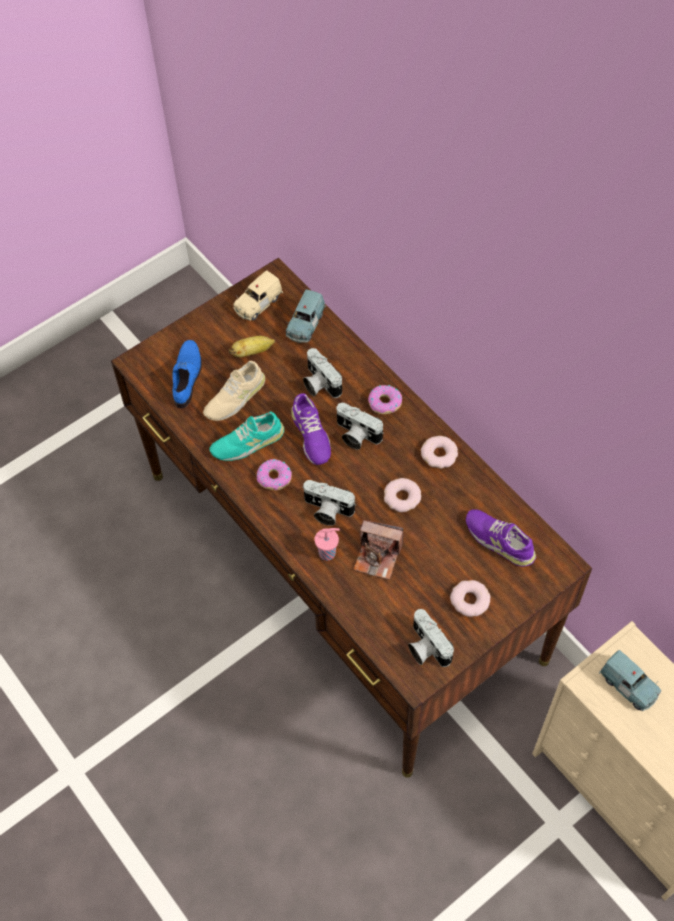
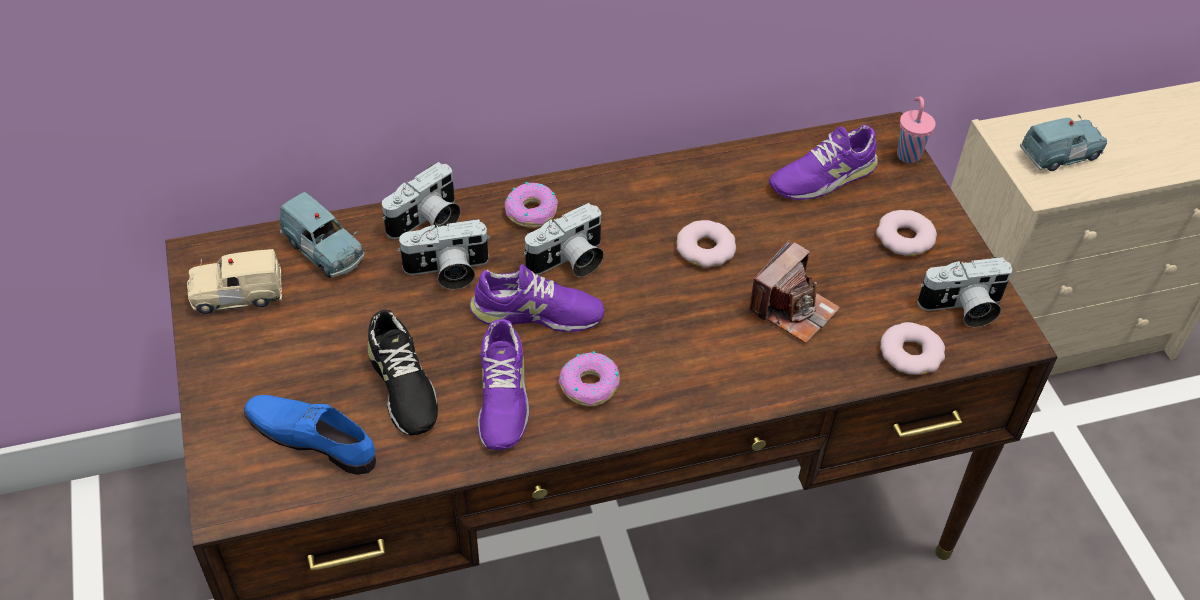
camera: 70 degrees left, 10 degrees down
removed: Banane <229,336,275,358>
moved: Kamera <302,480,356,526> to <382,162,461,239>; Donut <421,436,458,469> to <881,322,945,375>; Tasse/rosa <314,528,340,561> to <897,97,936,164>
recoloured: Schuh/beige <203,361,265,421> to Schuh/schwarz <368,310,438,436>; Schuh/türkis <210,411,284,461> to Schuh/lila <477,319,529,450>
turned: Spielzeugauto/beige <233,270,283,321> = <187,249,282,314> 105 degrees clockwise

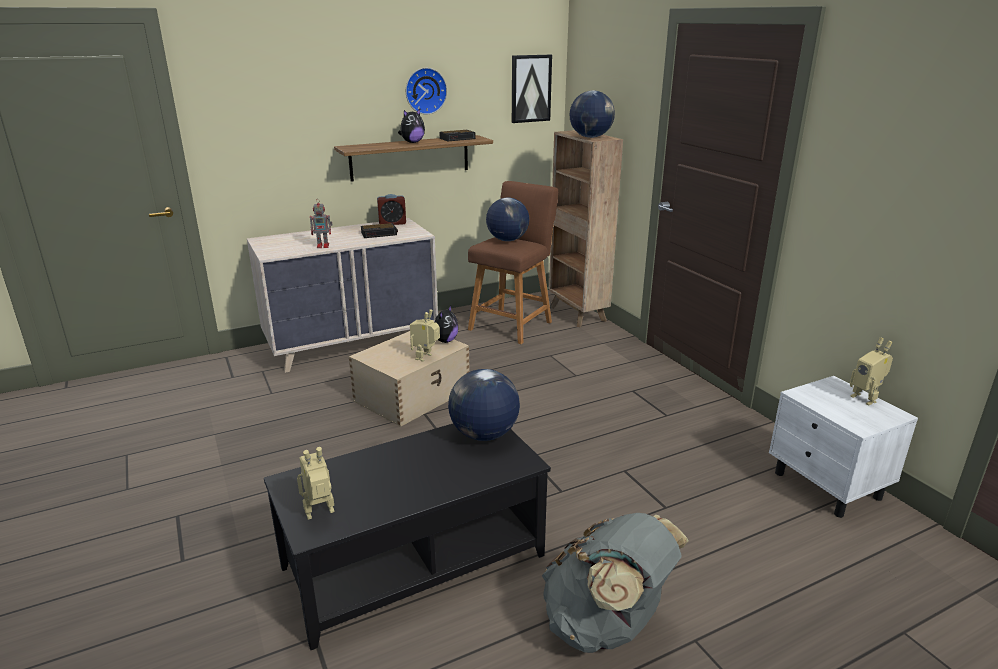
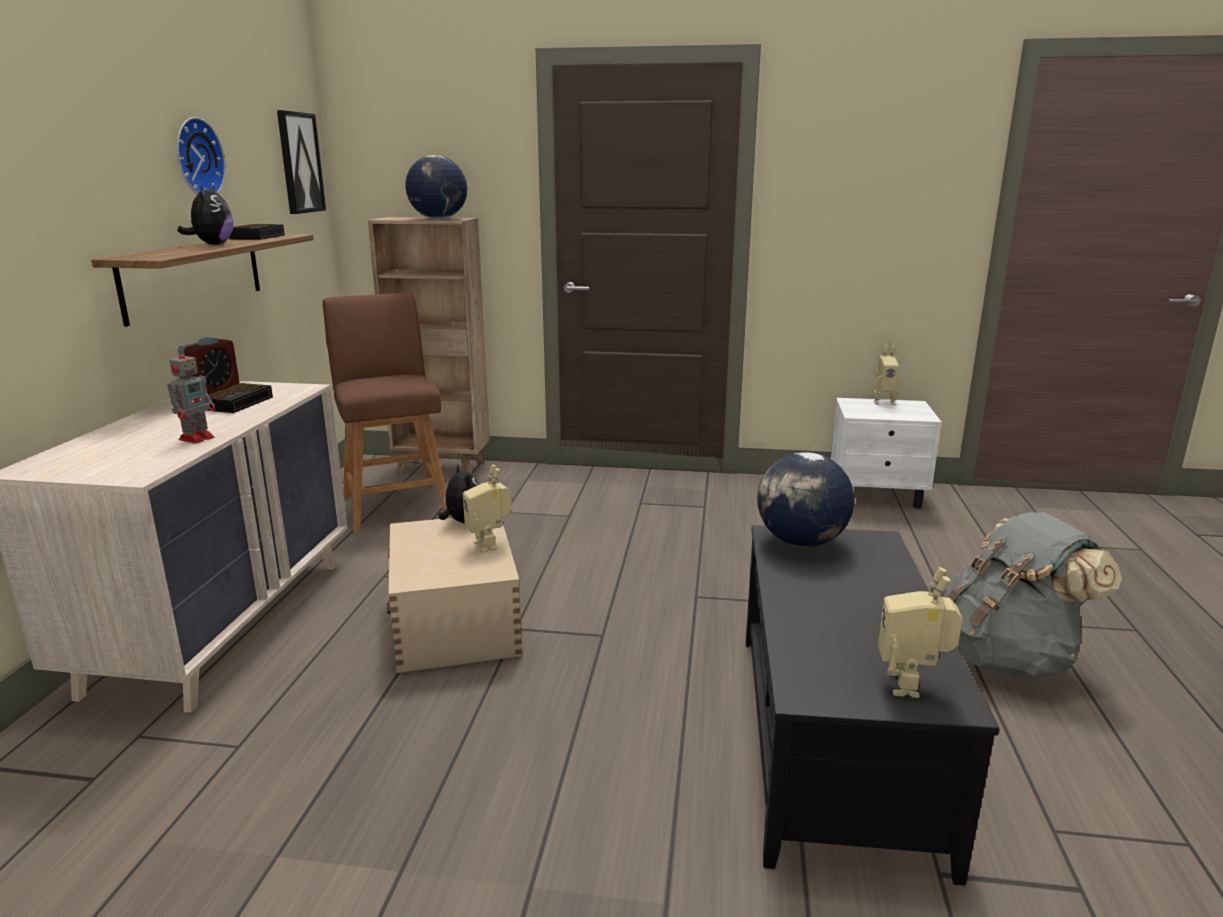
camera: 55 degrees left, 5 degrees down
removed: Globus <486,197,529,241>

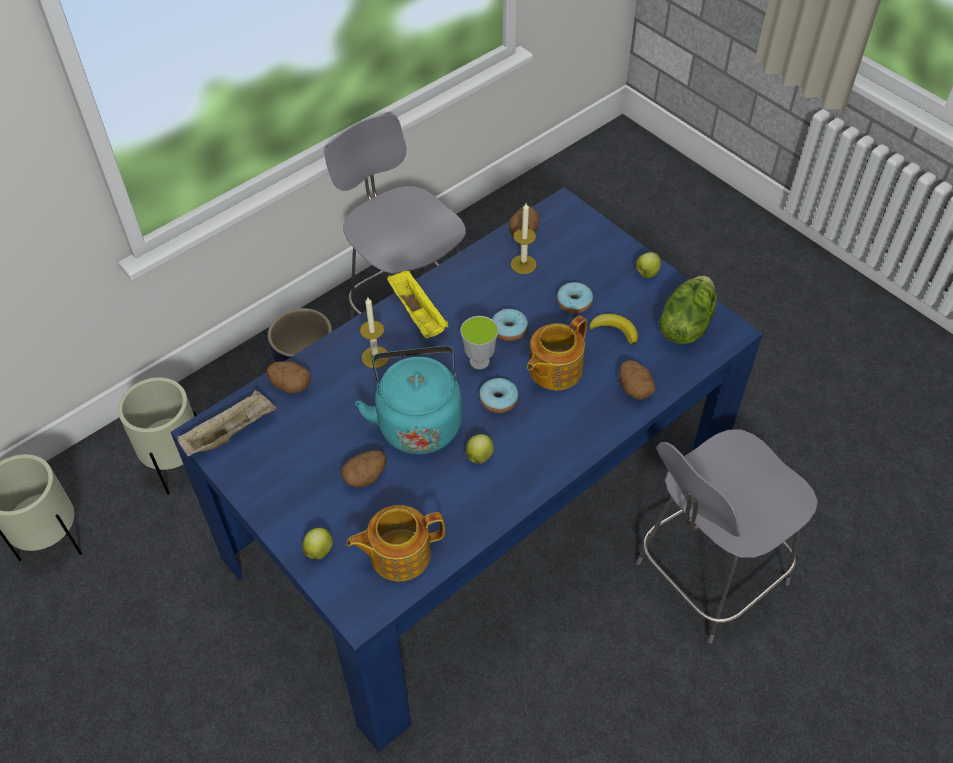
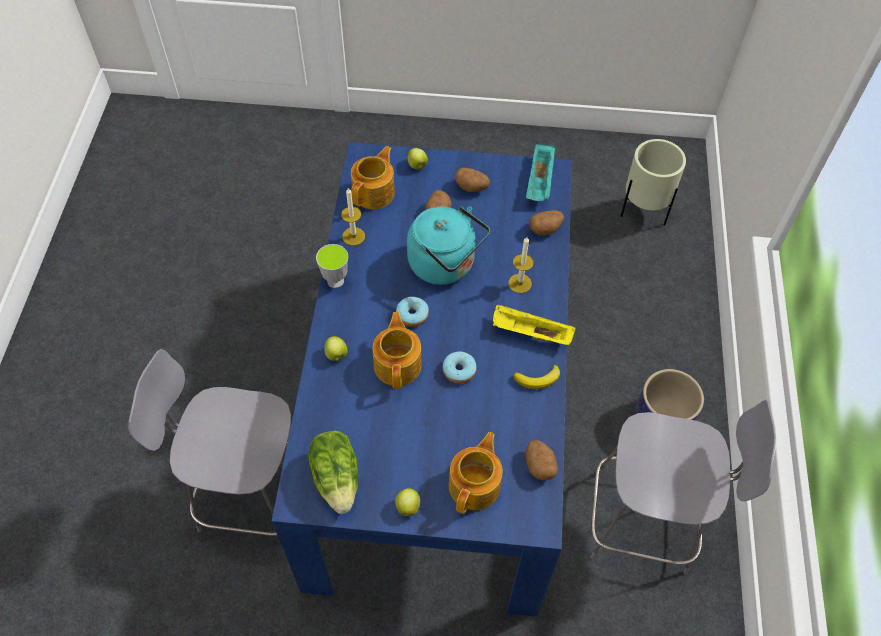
camera: 135 degrees right, 5 degrees up
removed: Pflanzkübel/beige <118,377,197,495>; Donut <557,282,593,314>
added: Teekanne <449,432,503,514>
moved: Tasse <460,316,498,369> to <316,244,348,288>; Apfel <466,434,494,464> to <324,336,348,361>; Kerze <511,203,537,274> to <341,188,365,246>; Kartoffel <619,360,656,400> to <455,168,490,192>; Banane <589,314,638,345> to <514,365,560,389>
recoloured: Tablett/beige <177,390,276,456> to Tablett/türkis <526,143,555,201>
turned: Stuhl/grau <636,429,818,644> = <128,349,291,536> 90 degrees counterclockwise

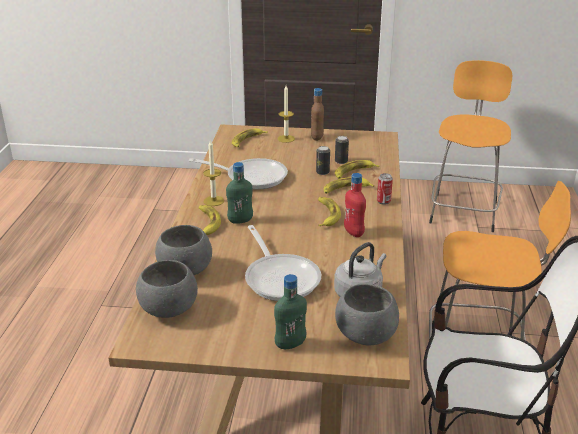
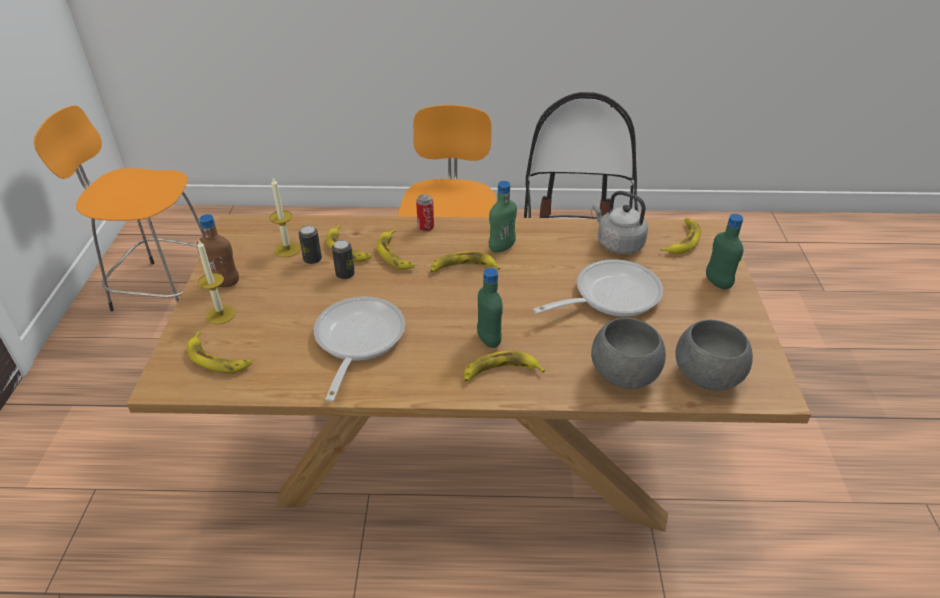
camera: 95 degrees left, 10 degrees up
moved: Kerze <203,139,224,206> to <269,178,300,257>
replaced: Schüssel/grau <335,284,399,345> to Banane <660,218,701,254>
recoloured: Flasche/rot <344,173,366,237> to Flasche/grün <488,181,517,253>

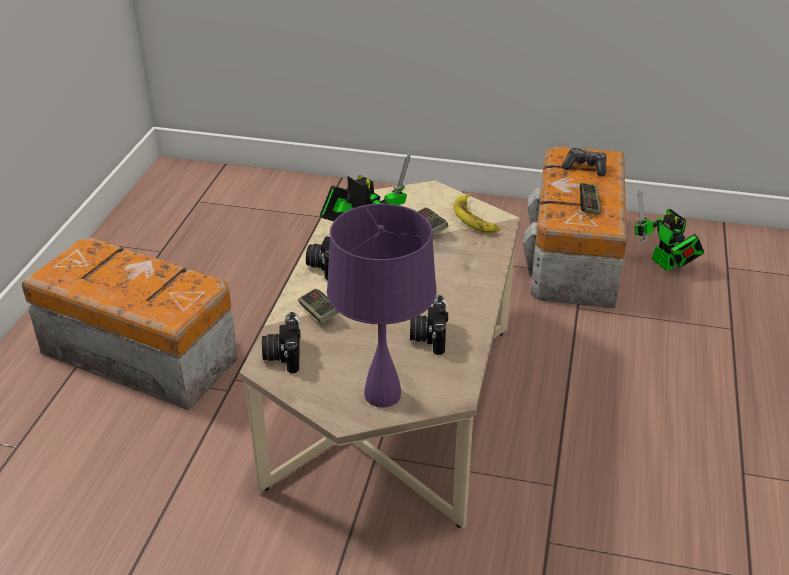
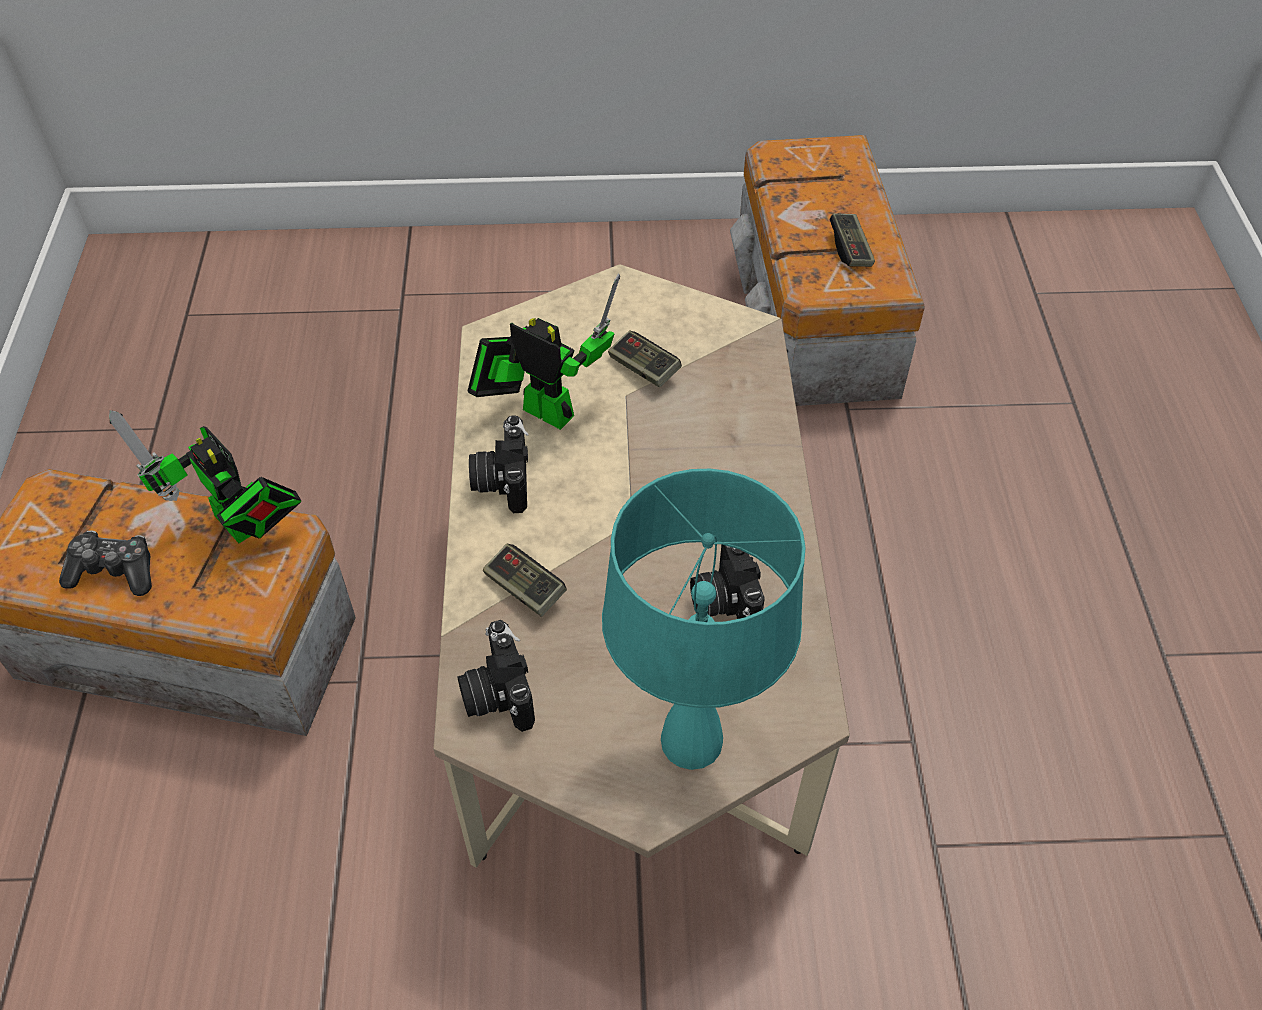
camera: 15 degrees left, 15 degrees up
removed: Banane <454,194,500,233>
moved: Gamepad <562,148,607,176> to <59,530,152,596>; Spielzeugroboter <635,190,704,271> to <109,410,302,543>
recoloured: Tischlampe/lila <327,204,437,408> to Tischlampe/türkis <602,469,806,770>

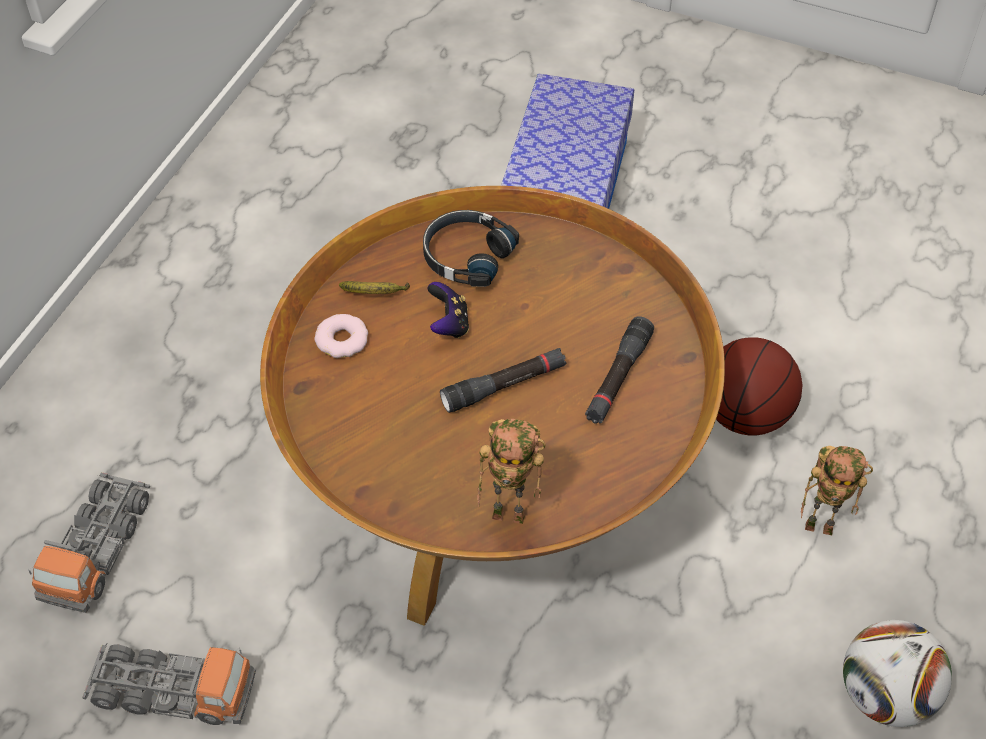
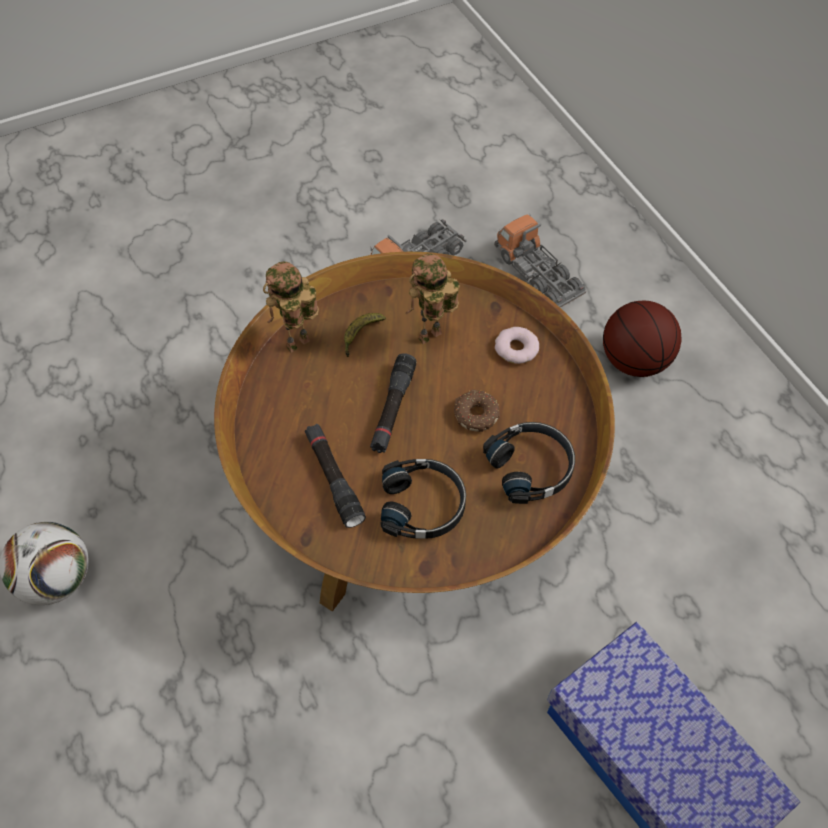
camera: 130 degrees right, 5 degrees up
added: Kopfhörer/schwarz <380,459,466,539>
moved: Banane <339,281,410,294> to <344,313,386,357>; Spielzeugroboter <801,446,873,535> to <406,253,460,344>; Basketball <716,338,803,435> to <603,300,682,377>
replaced: Gamepad <427,282,469,338> to Donut <454,390,500,432>

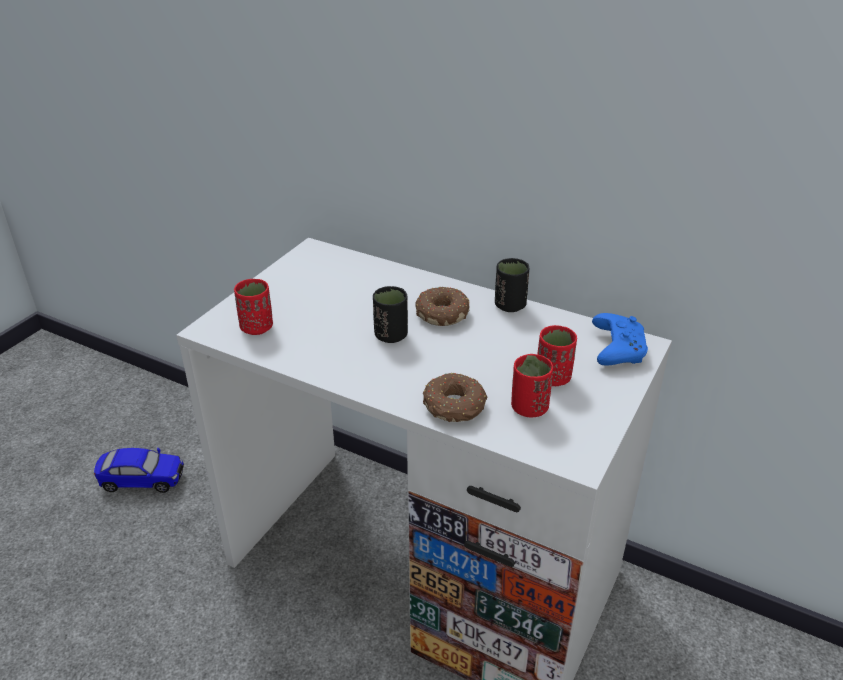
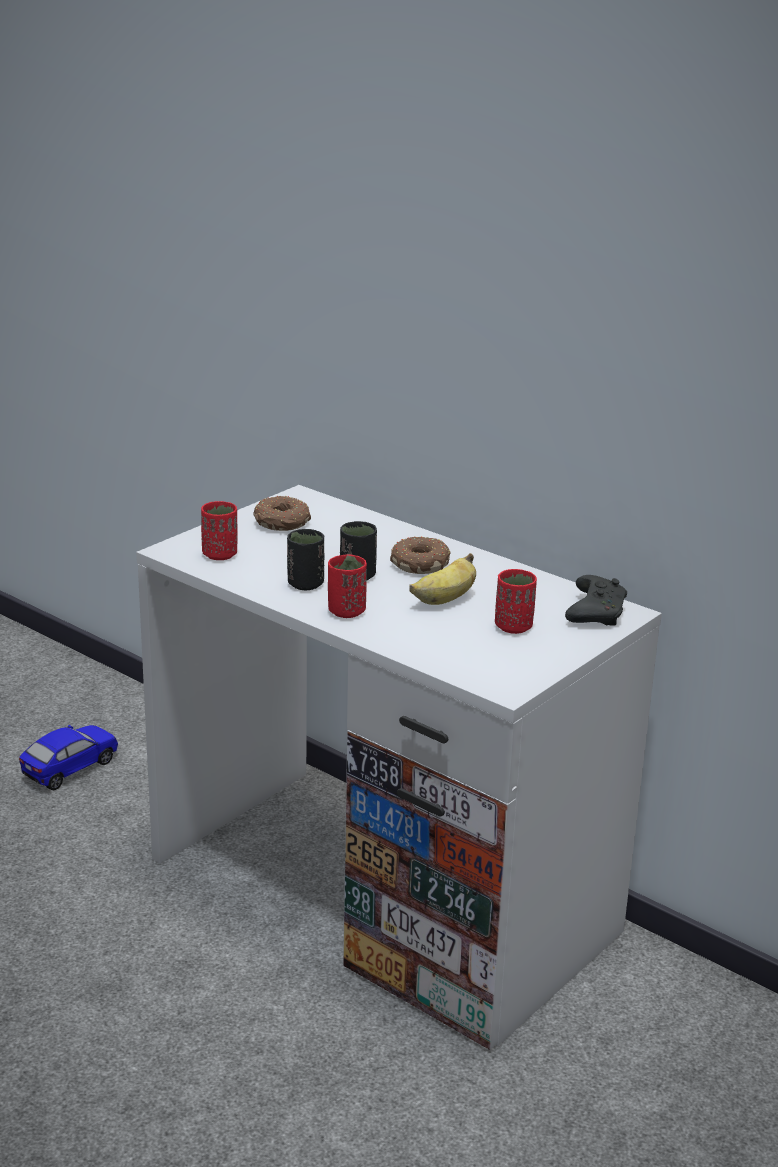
camera: 10 degrees right, 10 degrees down
added: Banane <409,553,476,605>
moved: Donut <423,373,487,422> to <253,496,311,531>; Tasse/schwarz <495,258,530,312> to <287,529,324,590>; Tasse/rot <511,354,553,418> to <328,555,367,618>
recoloured: Gamepad/blau <592,313,648,366> to Gamepad/schwarz <565,575,627,626>
turned: Spielzeugauto <94,448,184,493> = <19,725,118,790> 60 degrees counterclockwise

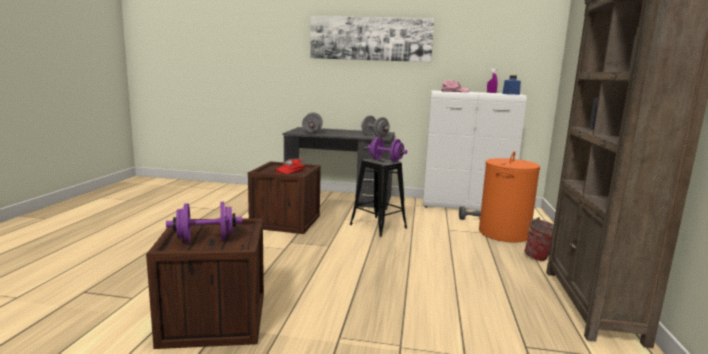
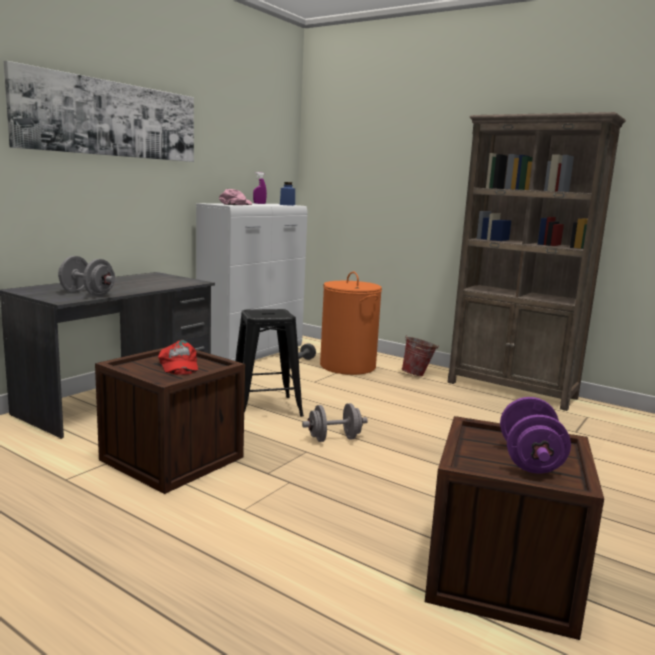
camera: 65 degrees left, 0 degrees up
removed: Hantel/lila <367,137,407,162>
moved: Hantel/grau <361,116,390,137> to <302,403,368,442>

